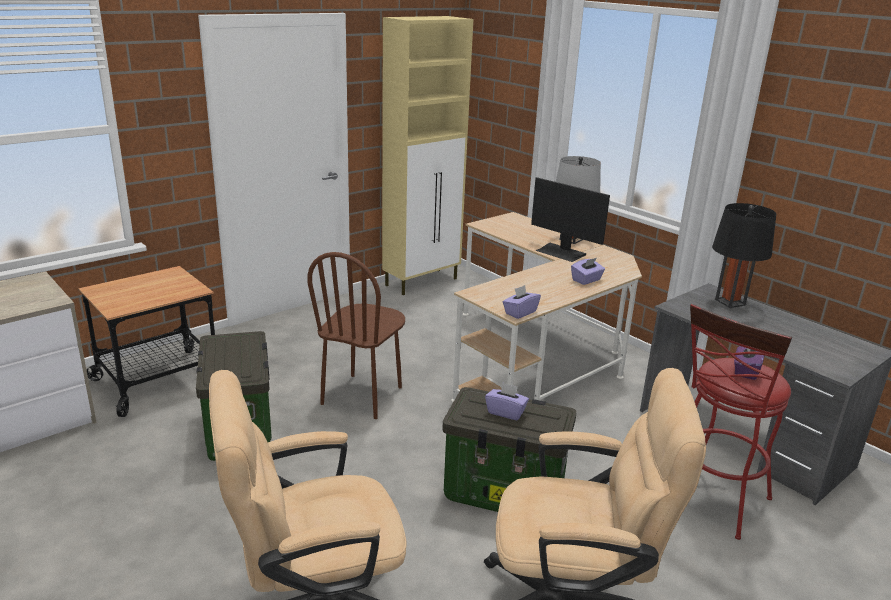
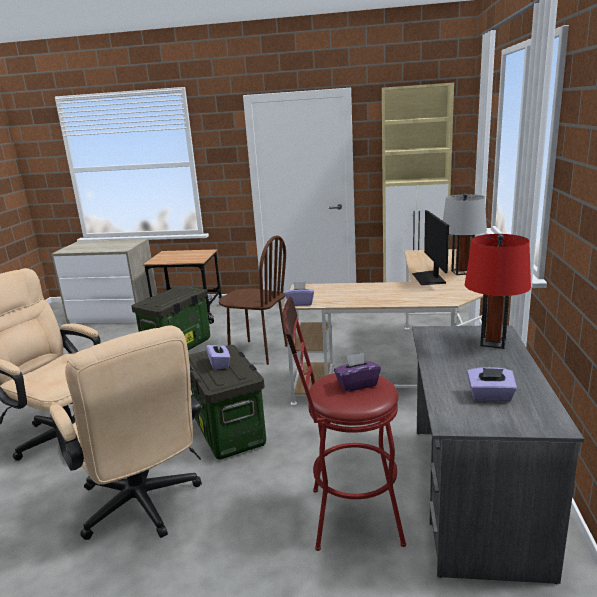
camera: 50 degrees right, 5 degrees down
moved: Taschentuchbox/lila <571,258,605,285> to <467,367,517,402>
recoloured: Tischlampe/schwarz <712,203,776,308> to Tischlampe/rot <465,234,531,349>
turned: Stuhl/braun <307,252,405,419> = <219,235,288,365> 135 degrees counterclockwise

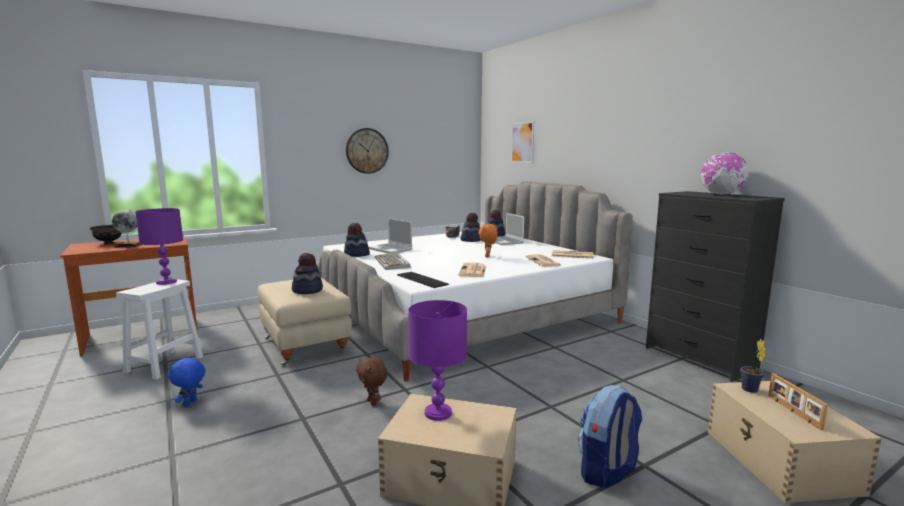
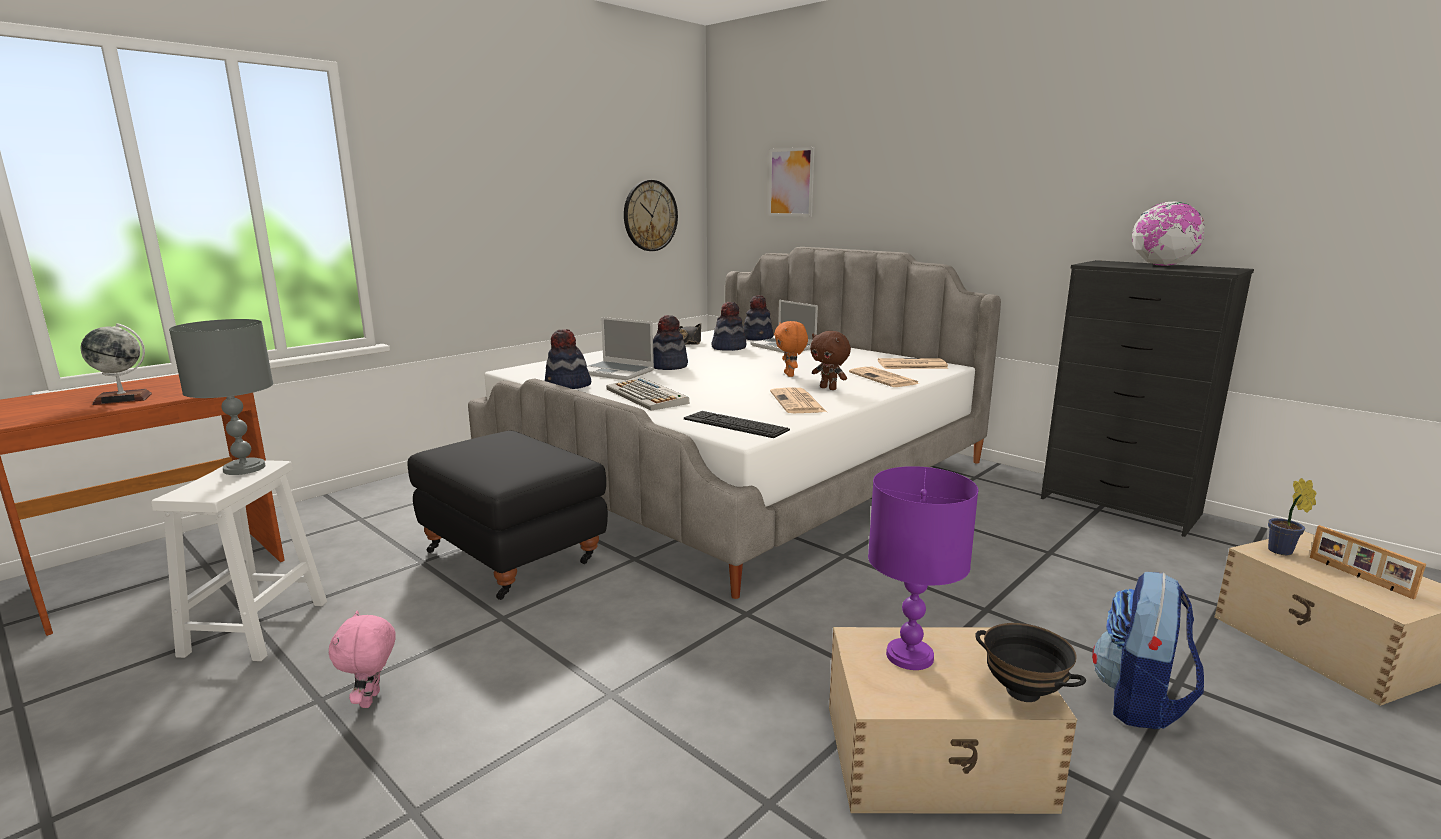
camera: 15 degrees left, 5 degrees up
moved: Wanduhr <346,128,389,174> to <624,180,678,251>; Hut <292,253,323,294> to <653,315,688,370>; Plüschtier/braun <356,357,387,406> to <810,331,851,390>; Schüssel/schwarz <90,225,122,244> to <975,623,1086,702>
recoloured: Tischlampe/lila <135,208,183,285> to Tischlampe/grau <169,319,273,475>; Plüschtier/blau <168,356,206,407> to Plüschtier/rosa <329,611,396,708>; Polsterhocker/beige <257,278,352,366> to Polsterhocker/schwarz <407,431,608,600>

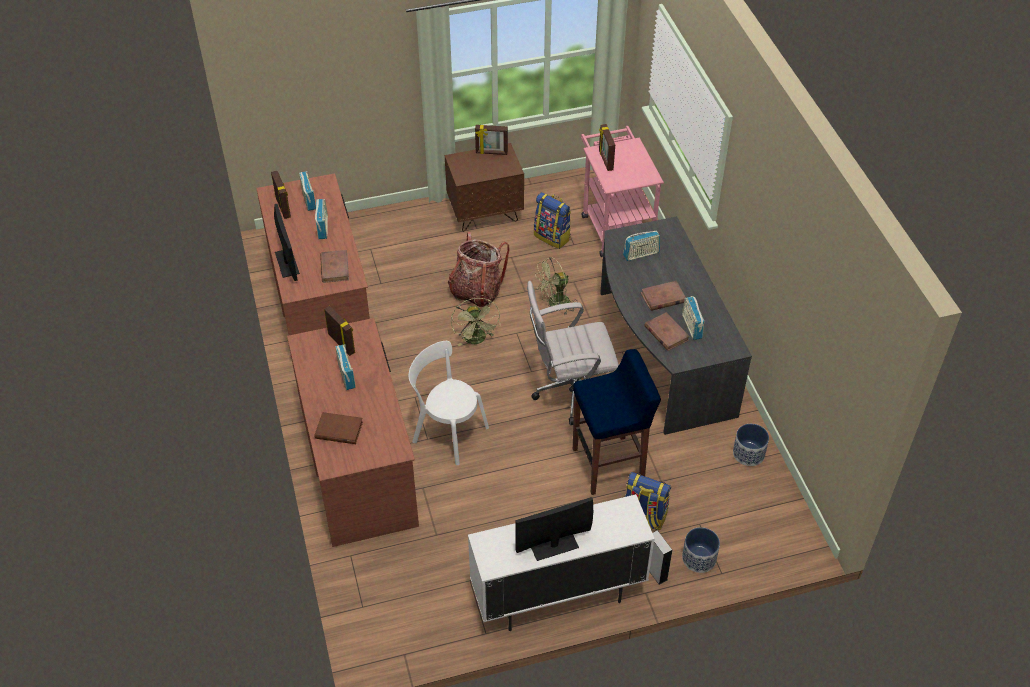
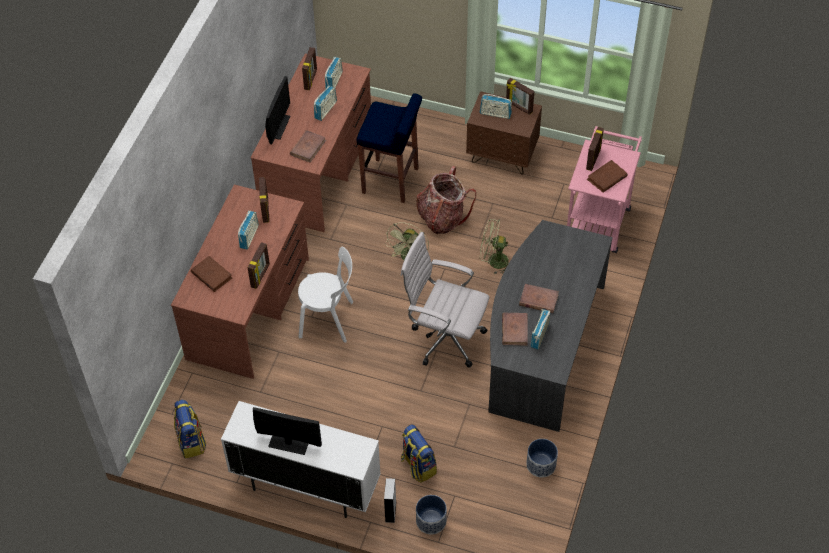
camera: 35 degrees right, 5 degrees up
added: Bilderrahmen <248,242,270,289>; Buch/braun <587,160,628,193>
moved: Rucksack <534,192,571,249> to <174,400,206,459>; Hocker/blau <573,349,661,495> to <357,93,422,203>; Radio <623,231,660,261> to <480,94,512,119>
turned: Stuhl/weiß <409,341,489,465> = <298,247,353,343> 120 degrees clockwise

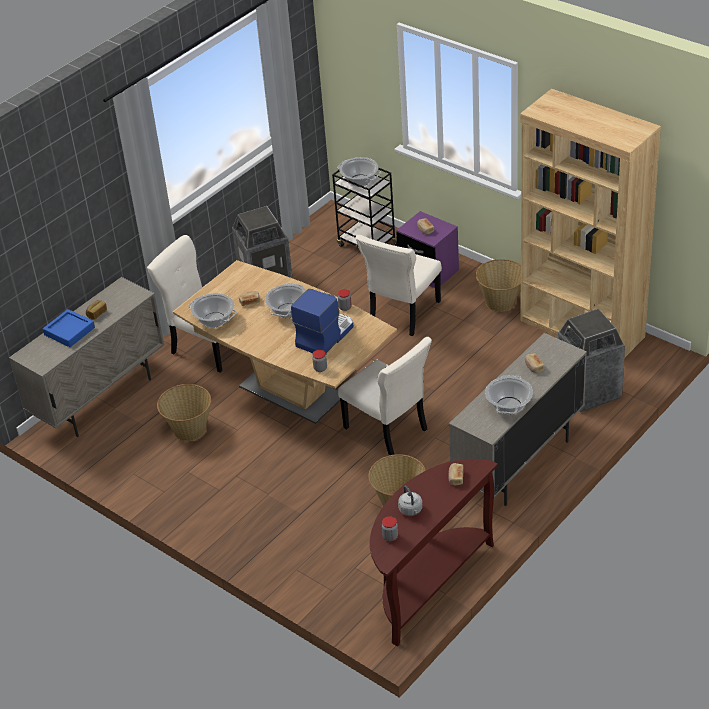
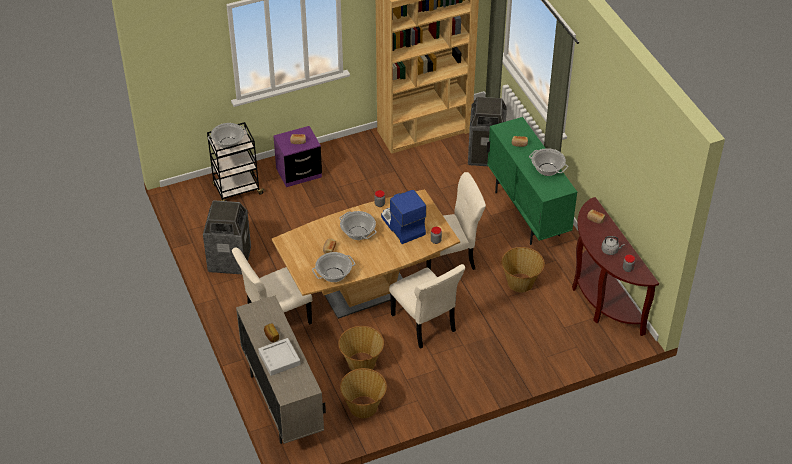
camera: 65 degrees left, 5 degrees up
moved: Korb <476,259,521,312> to <340,368,387,418>; Stuhl/beige <356,235,442,336> to <389,264,465,349>
recoloured: Tablett/blau <43,309,95,347> to Tablett/grau <258,338,301,376>; Schrank/beige <449,333,587,506> to Schrank/grün <487,117,577,245>

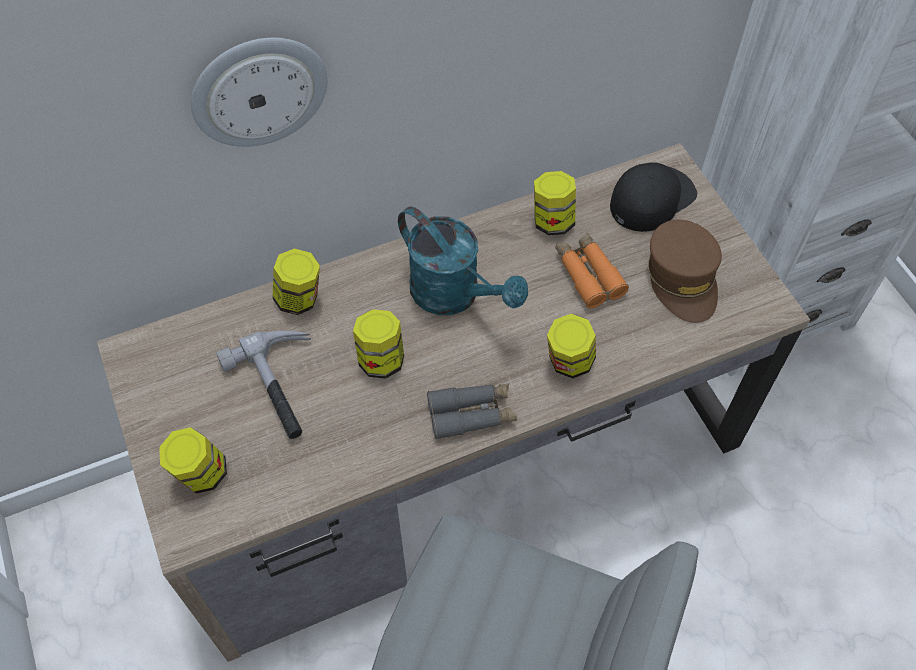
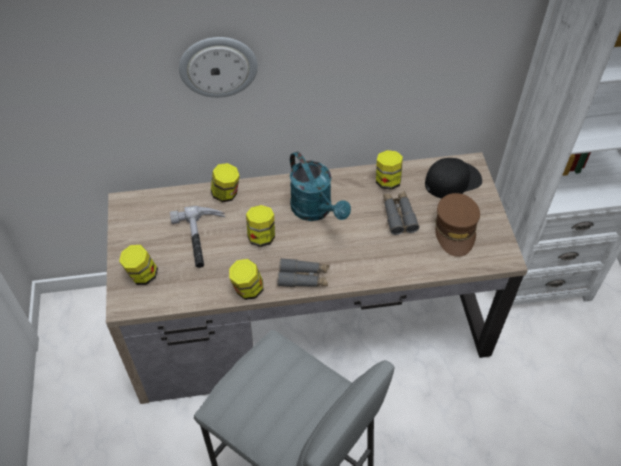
camera: 15 degrees right, 5 degrees down
moved: Vorratsglas <547,313,596,378> to <229,259,263,300>
recoloured: Fernglas/orange <555,233,629,308> to Fernglas/grau <383,191,419,235>

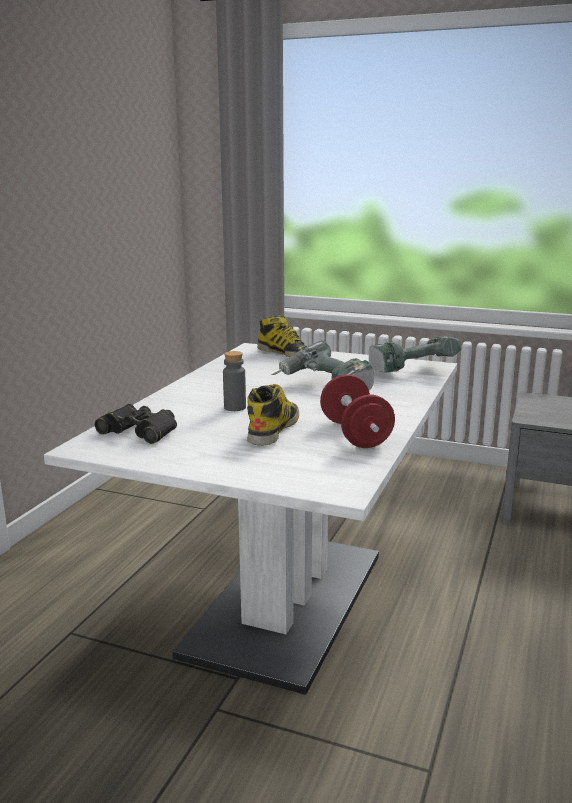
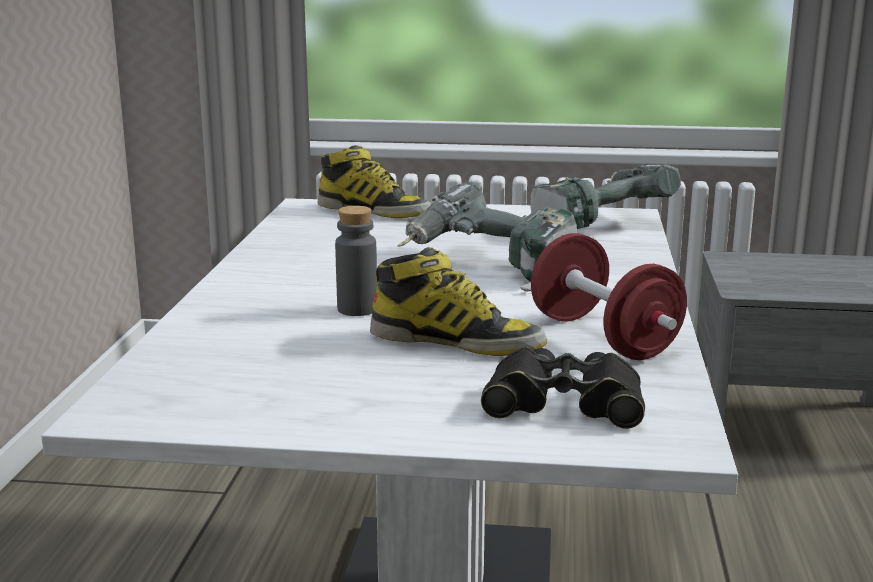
camera: 15 degrees left, 0 degrees up
moved: Fernglas/schwarz <95,404,177,444> to <481,347,645,429>
turned: Stiefel <247,384,299,446> = <370,247,547,356> 105 degrees clockwise

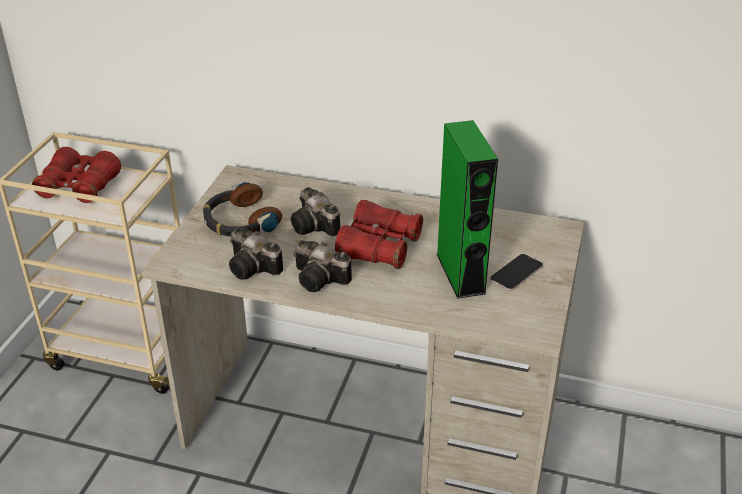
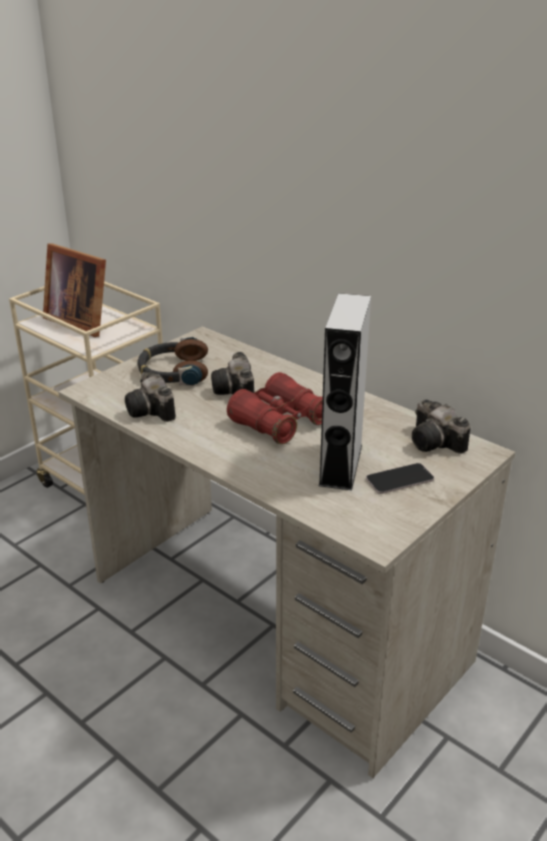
camera: 25 degrees right, 5 degrees down
moved: Kamera <294,240,352,292> to <412,400,471,454>
replaced: Fernglas/rot <32,147,121,203> to Bilderrahmen <43,243,106,337>
recoloured: Lautsprecher/grün <436,120,498,299> to Lautsprecher/grau <319,293,371,490>

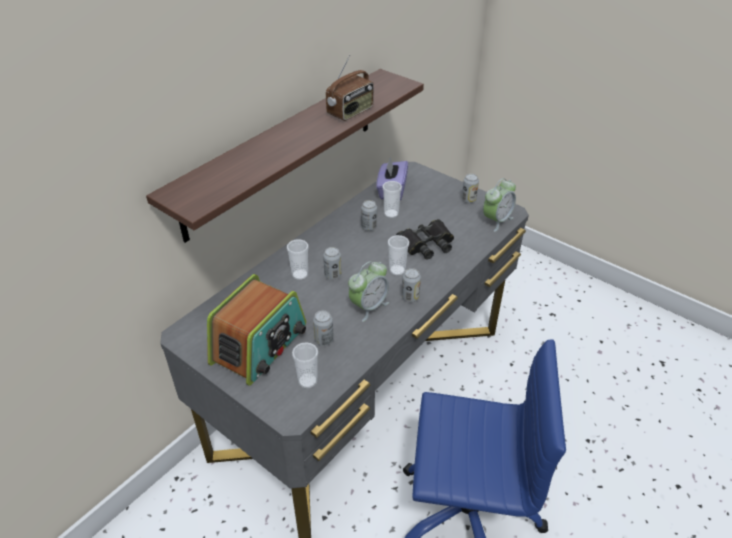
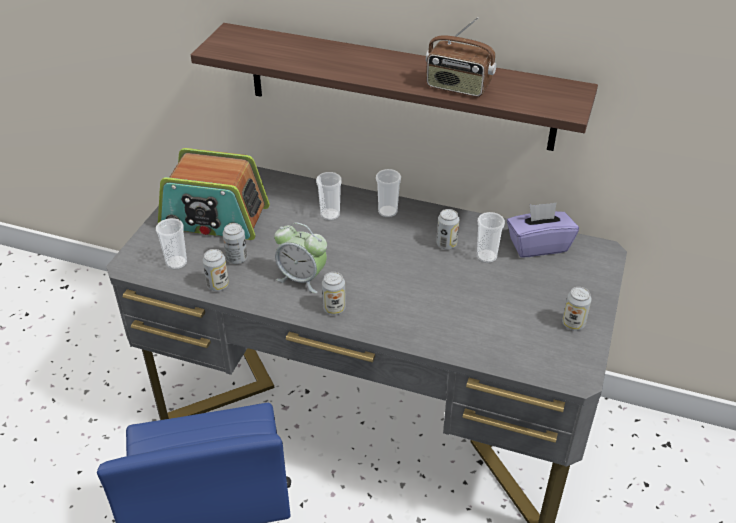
camera: 70 degrees right, 0 degrees up
removed: Fernglas/schwarz <395,219,454,260>; Wecker <483,178,516,232>
moved: Dose <323,247,342,280> to <202,249,229,291>; Tasse <388,235,409,276> to <376,169,401,218>

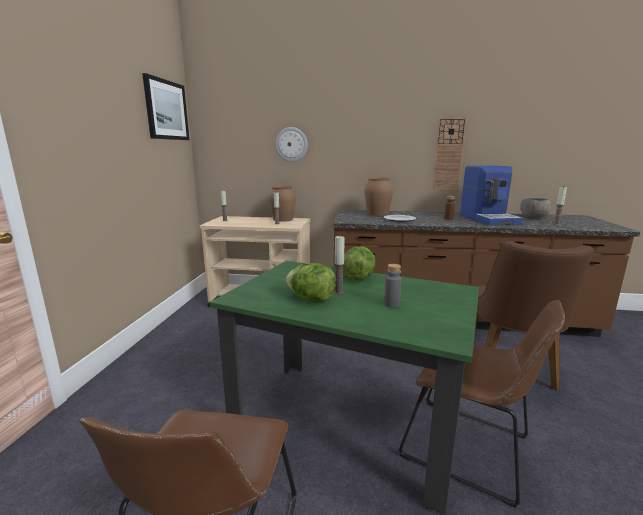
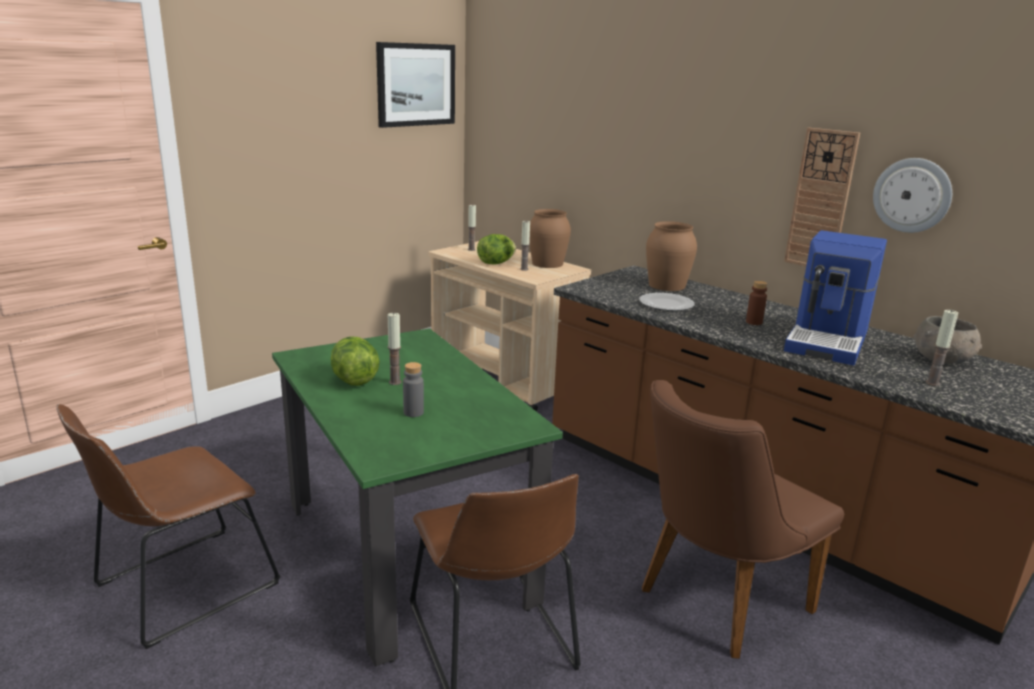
camera: 35 degrees right, 5 degrees up
moved: Salatkopf <343,246,376,281> to <477,234,516,265>; Wanduhr <275,127,308,162> to <873,158,952,233>

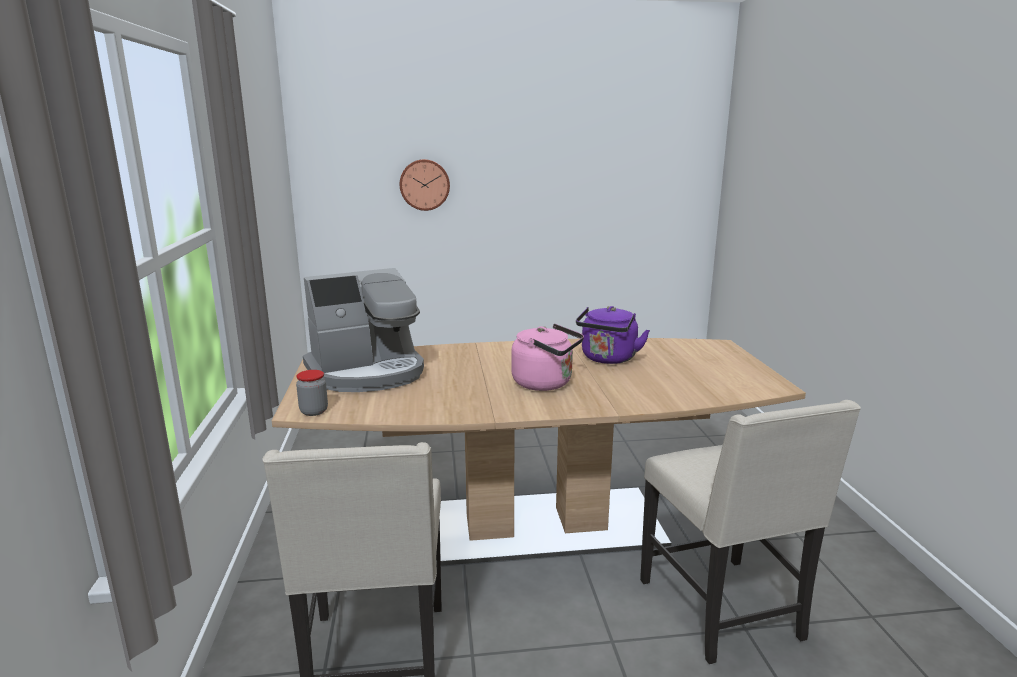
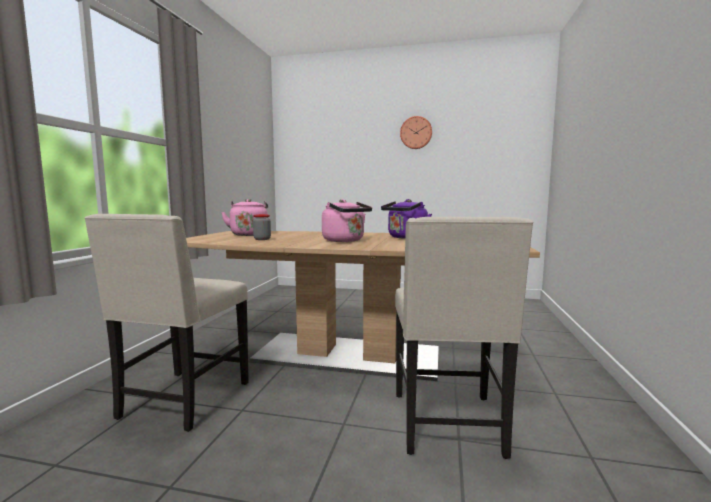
camera: 20 degrees right, 10 degrees down
moved: Vorratsglas <296,370,328,416> to <253,214,271,240>; Wanduhr <400,159,450,211> to <400,116,432,149>
replaced: Kaffeemaschine <303,268,424,392> to Wasserkessel/rosa <221,199,268,236>

